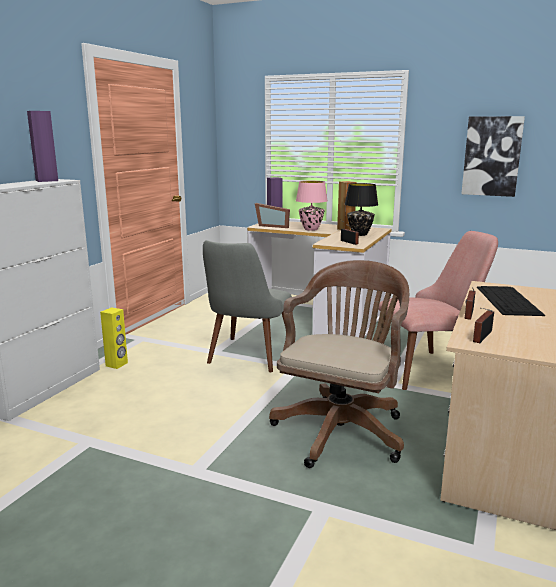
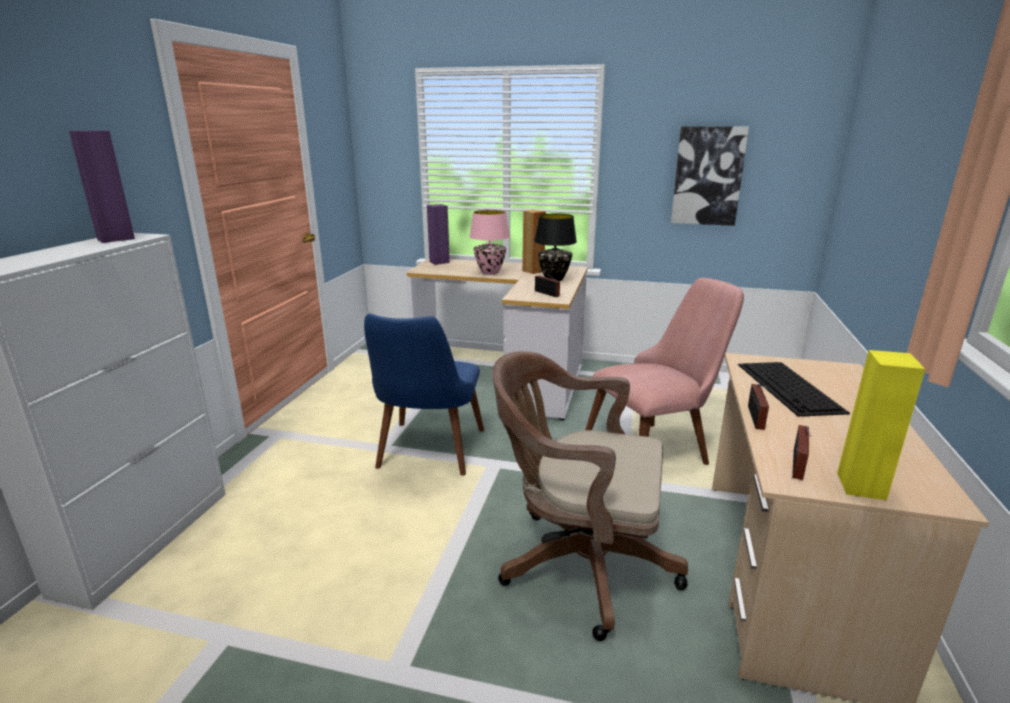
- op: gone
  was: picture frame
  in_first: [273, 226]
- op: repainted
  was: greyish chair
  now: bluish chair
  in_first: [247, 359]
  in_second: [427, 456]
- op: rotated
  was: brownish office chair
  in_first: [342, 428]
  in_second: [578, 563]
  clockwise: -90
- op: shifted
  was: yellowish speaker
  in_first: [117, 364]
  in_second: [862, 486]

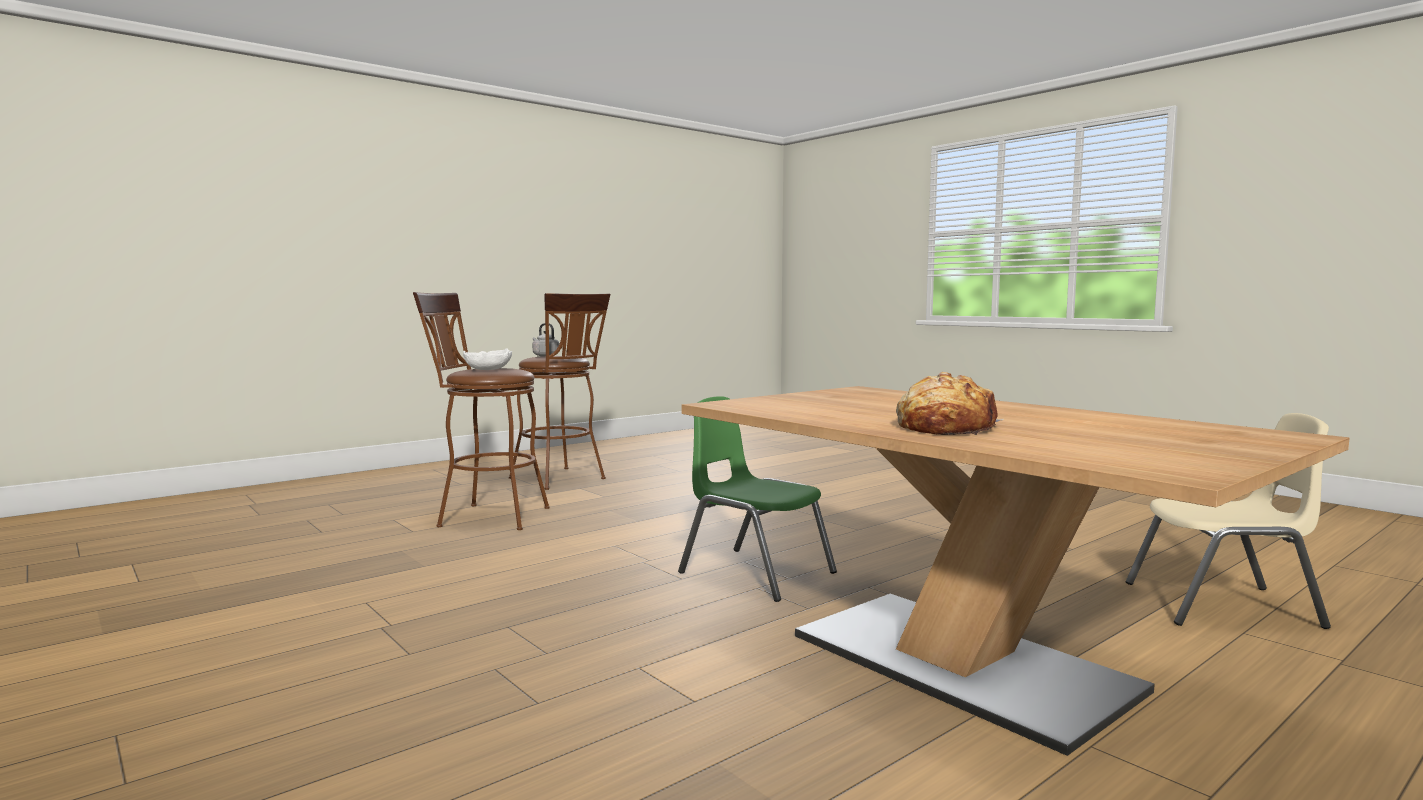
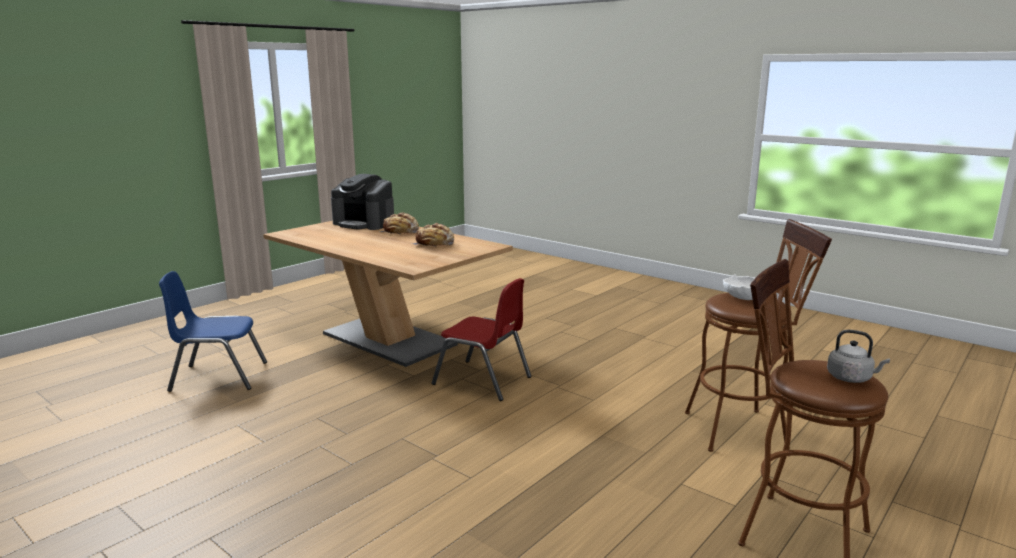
- op: repainted
  was: green chair
  now: red chair
  in_first: [755, 573]
  in_second: [482, 381]
- op: repainted
  was: beige-coloured chair
  now: bluish chair
  in_first: [1223, 606]
  in_second: [218, 377]
- op: new
  now: coffee maker
  in_second: [364, 223]
- op: new
  now: bread
  in_second: [435, 244]

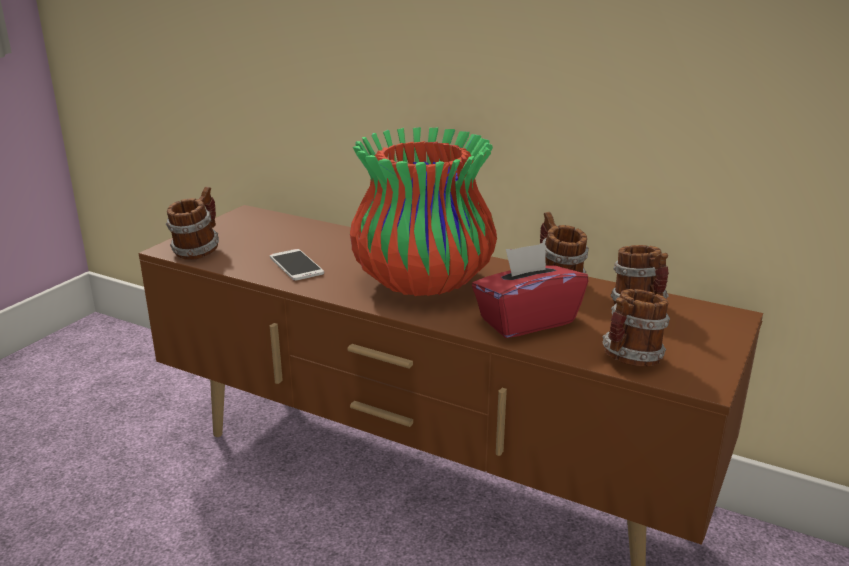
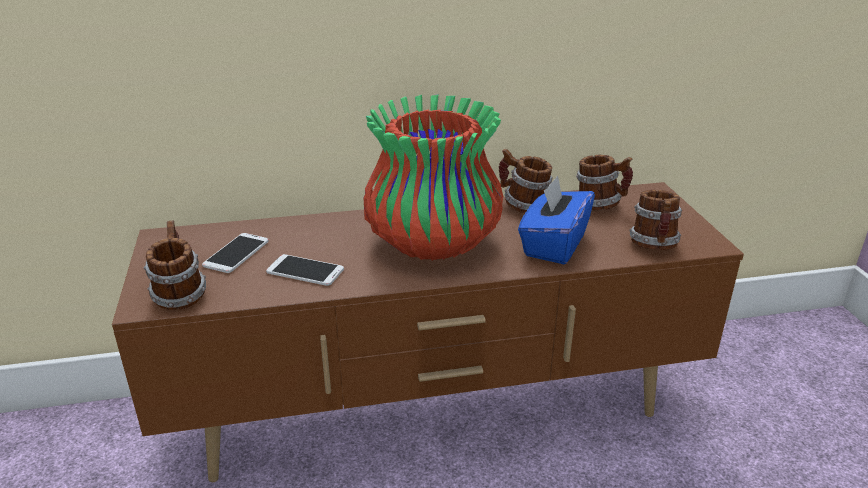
- op: repainted
  was: red tissue box
  now: bluish tissue box
  in_first: [526, 321]
  in_second: [553, 245]
- op: new
  now: handset
  in_second: [236, 253]

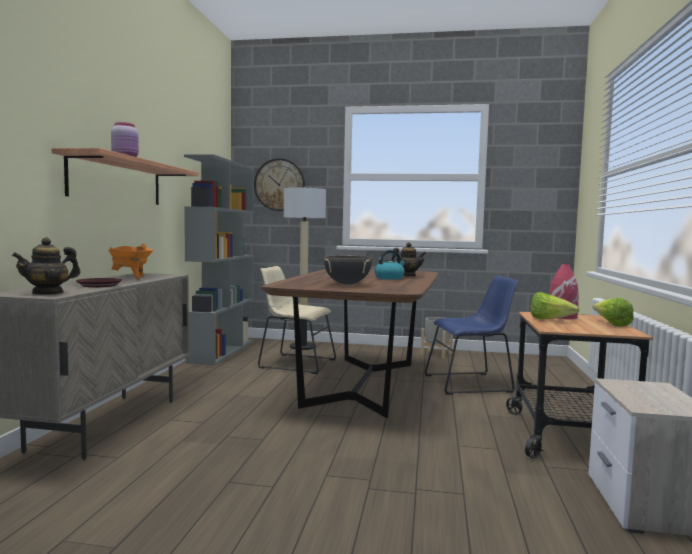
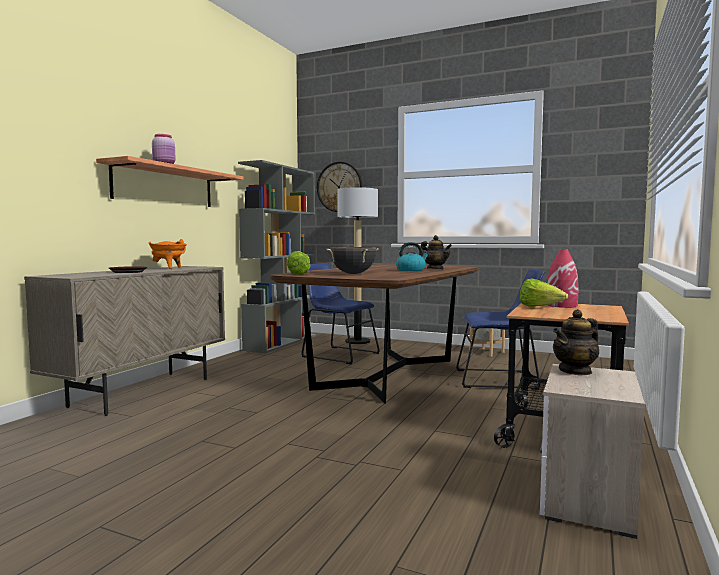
- op: shifted
  was: pot for tea
  in_first: [48, 293]
  in_second: [575, 371]
- op: repainted
  was: beige-coloured chair
  now: bluish chair
  in_first: [294, 363]
  in_second: [338, 354]
- op: shifted
  was: lettuce head
  in_first: [611, 324]
  in_second: [300, 274]

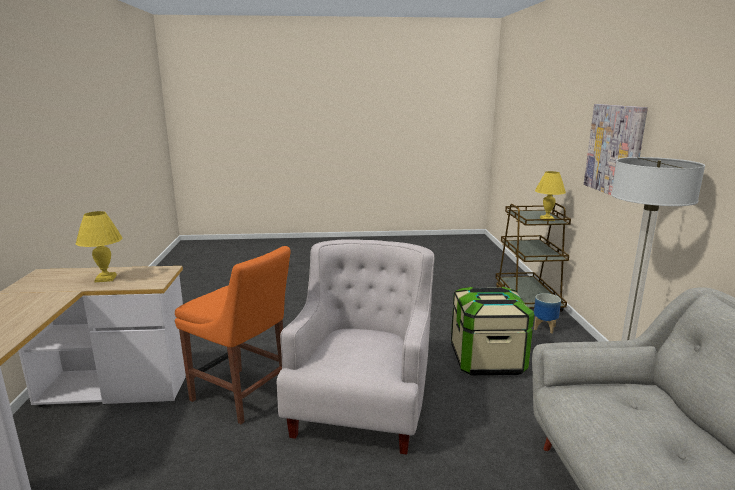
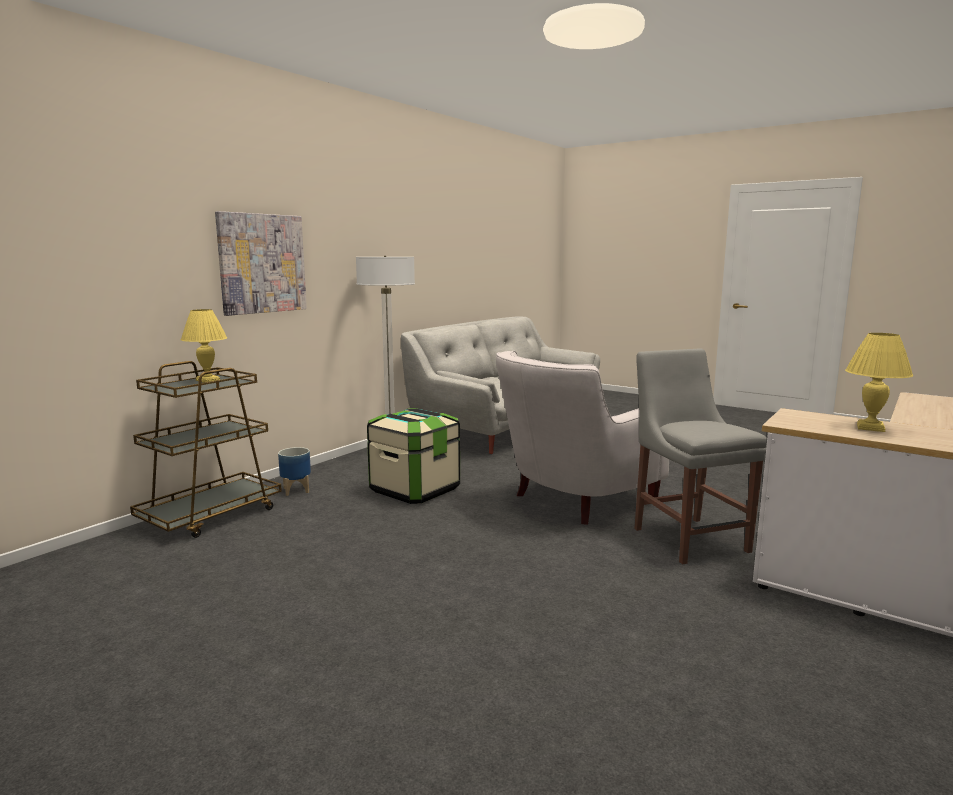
- op: repainted
  was: orange chair
  now: greyish chair
  in_first: [243, 396]
  in_second: [687, 537]

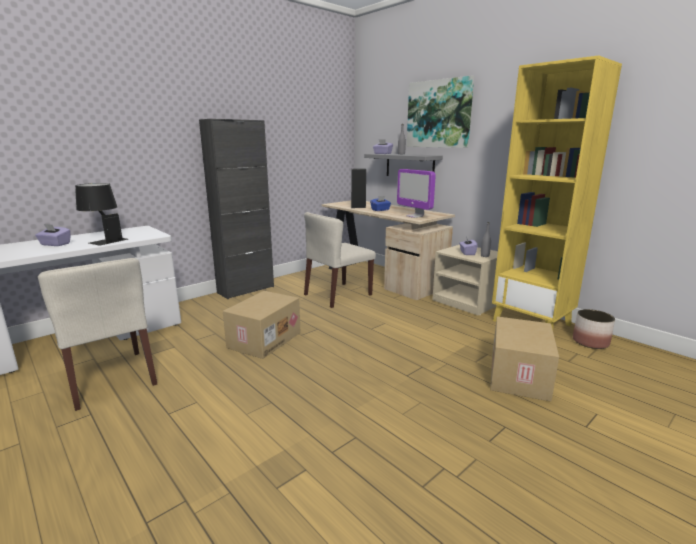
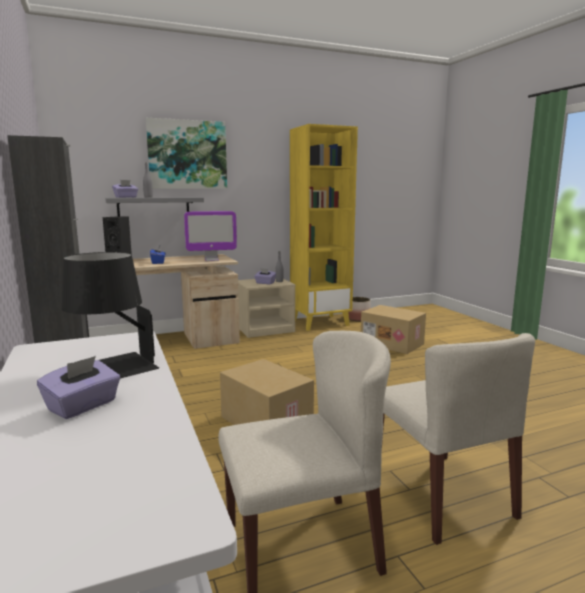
- op: shifted
  was: beige-coloured chair
  in_first: [337, 295]
  in_second: [442, 495]

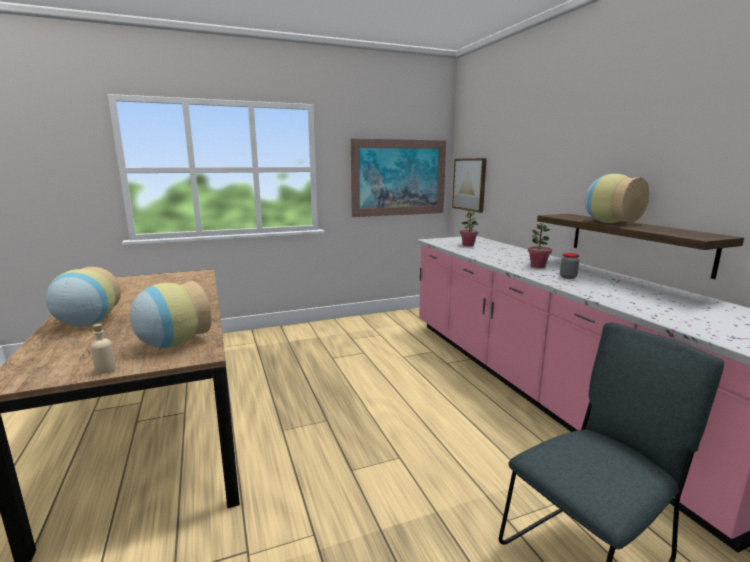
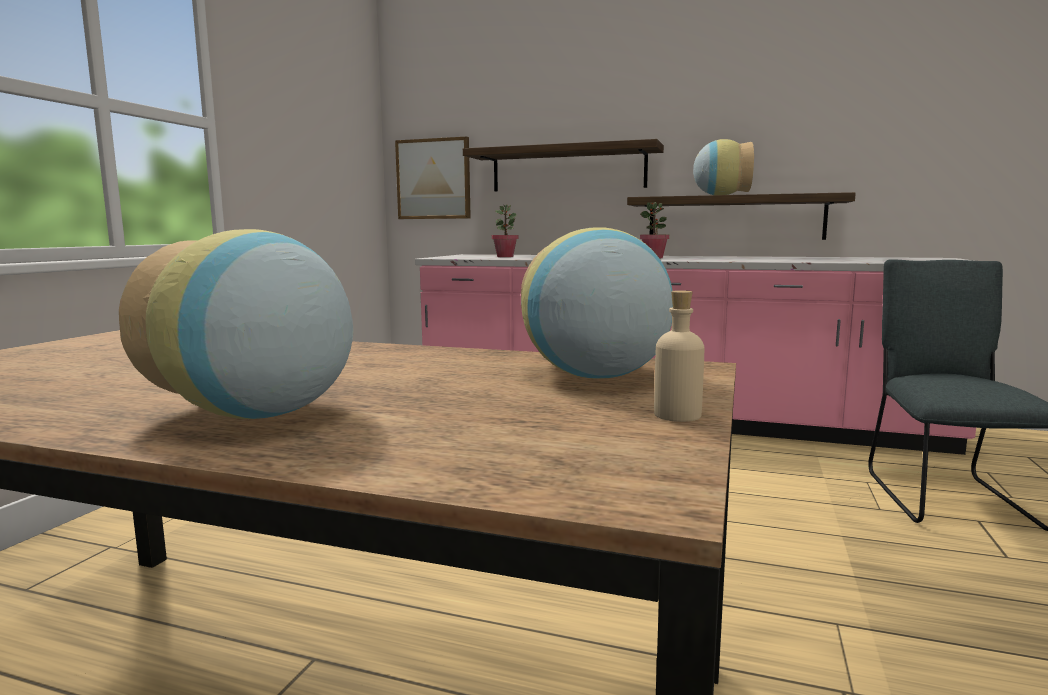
- op: gone
  was: wall art
  in_first: [399, 178]
- op: gone
  was: storage jar
  in_first: [568, 277]
- op: new
  now: bracket shelf
  in_second: [568, 169]

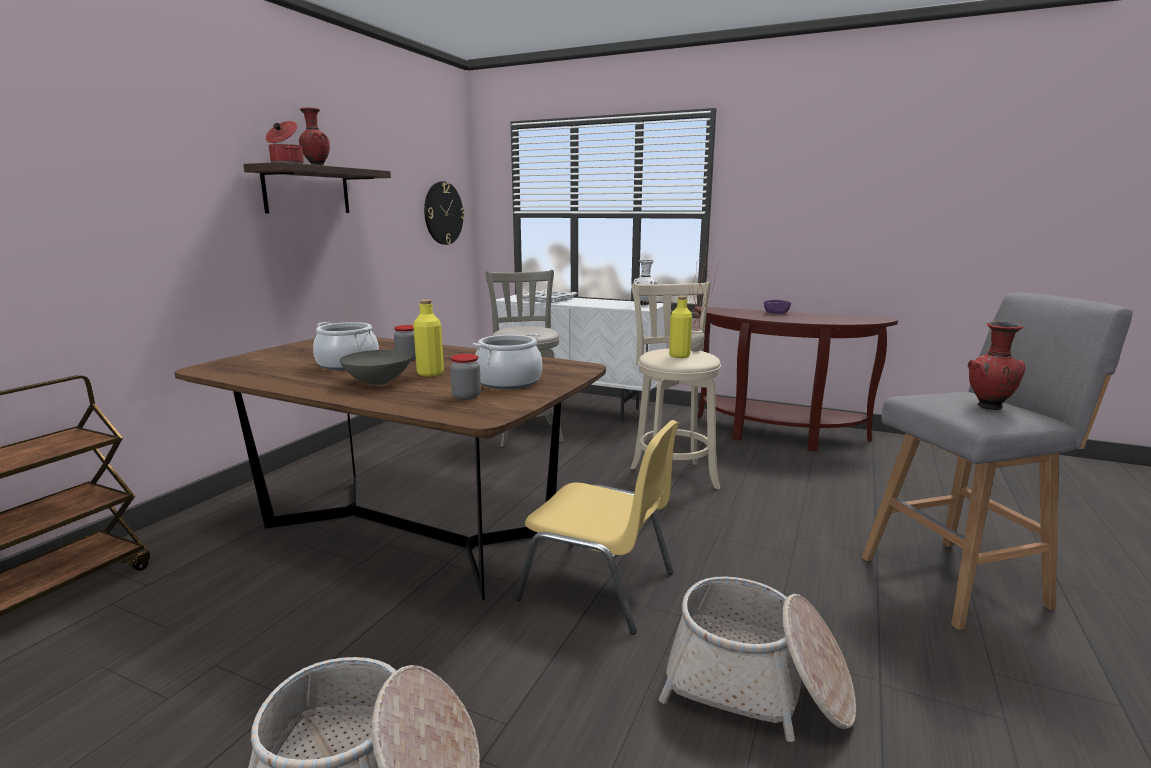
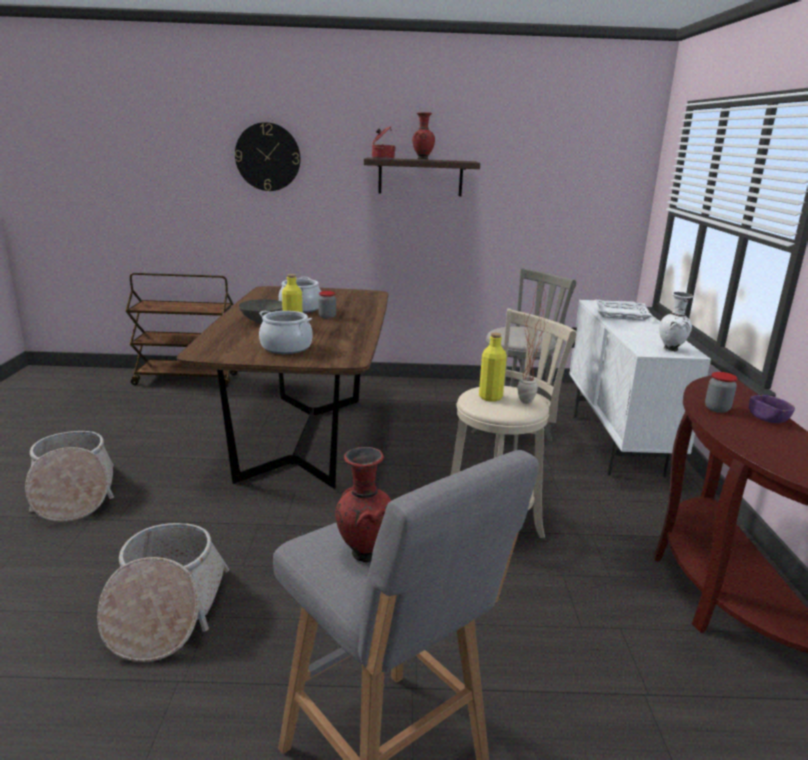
- op: shifted
  was: clock on the wall
  in_first: [443, 213]
  in_second: [268, 157]
- op: shifted
  was: storage jar
  in_first: [466, 396]
  in_second: [717, 409]
- op: gone
  was: yellowish chair
  in_first: [600, 586]

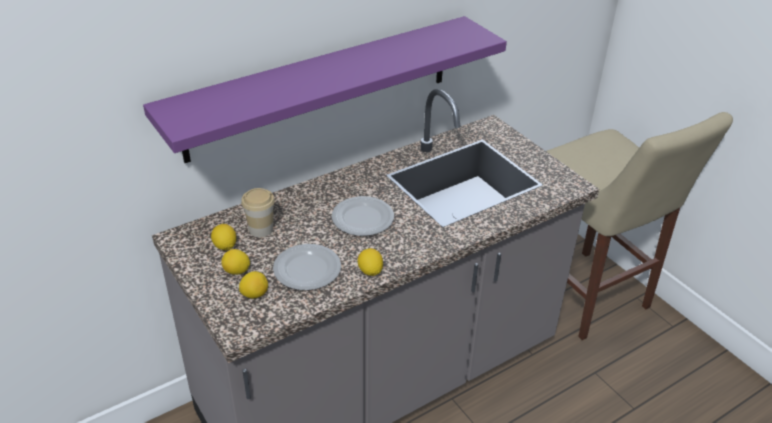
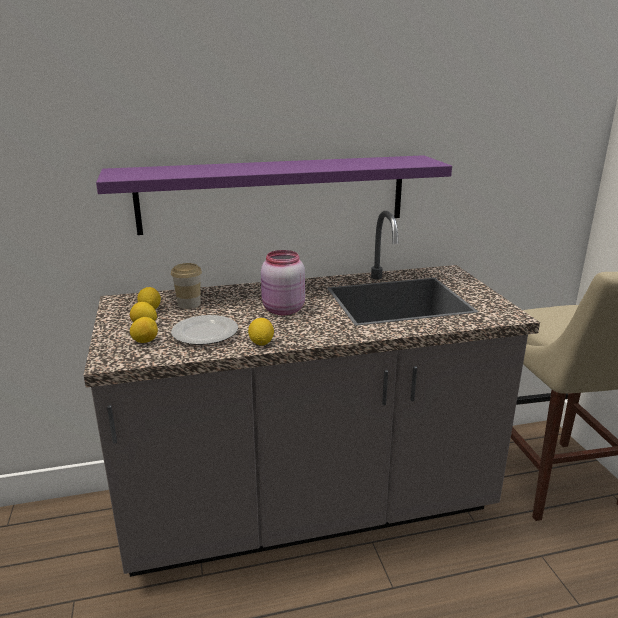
- op: swapped
  was: plate
  now: pinkish storage jar
  in_first: [362, 219]
  in_second: [282, 310]

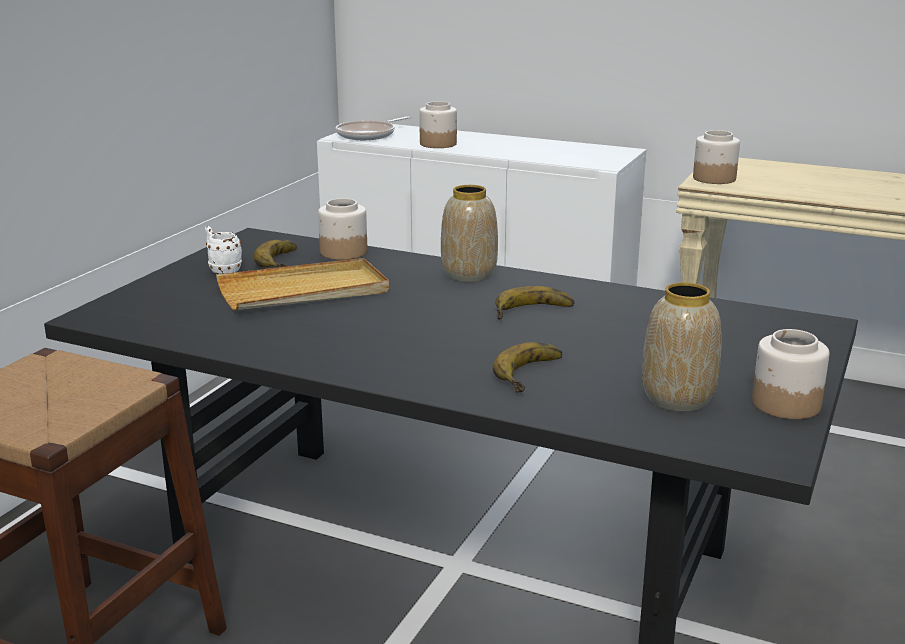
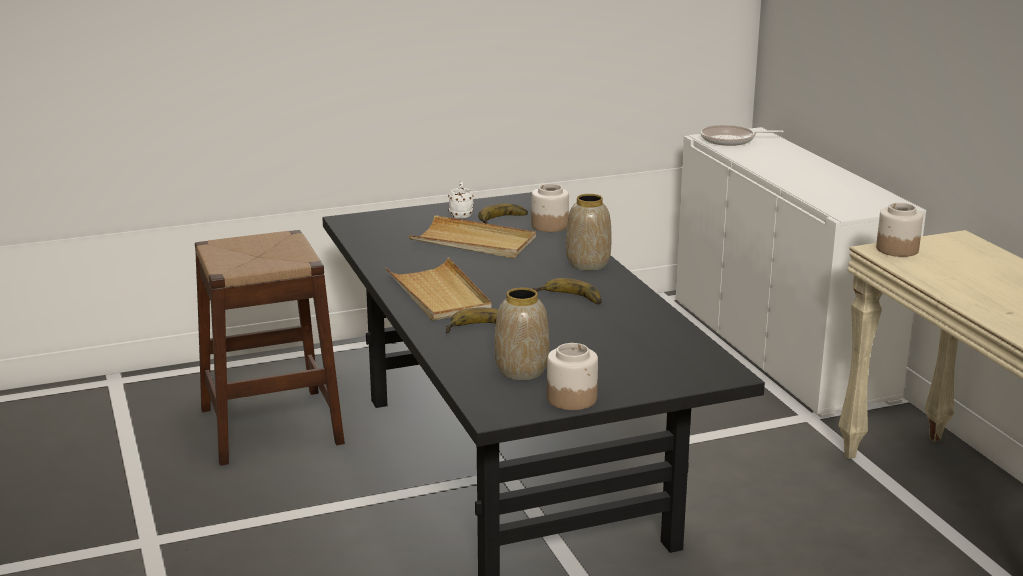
- op: gone
  was: storage jar
  in_first: [438, 144]
- op: new
  now: beige-coloured tray
  in_second: [439, 294]

